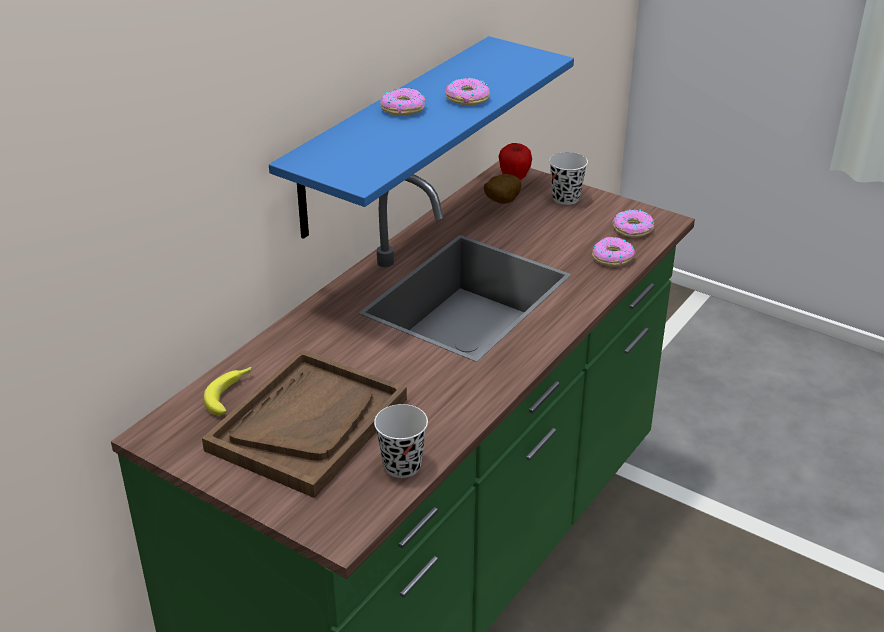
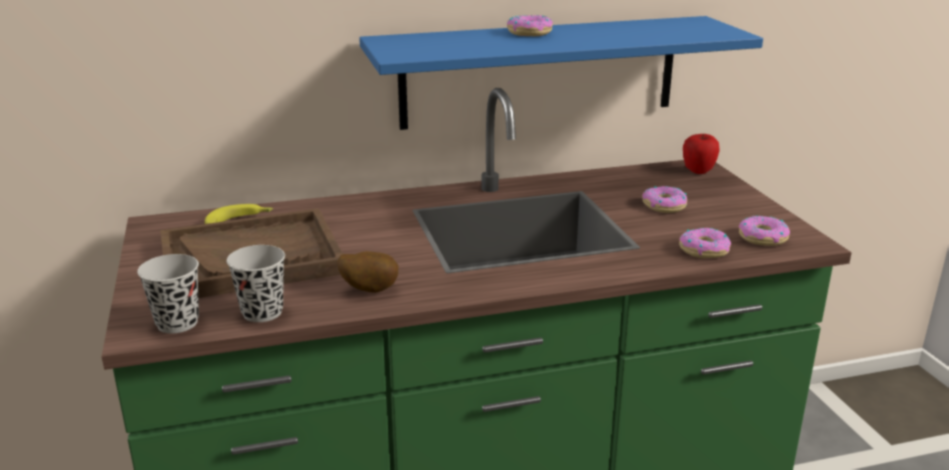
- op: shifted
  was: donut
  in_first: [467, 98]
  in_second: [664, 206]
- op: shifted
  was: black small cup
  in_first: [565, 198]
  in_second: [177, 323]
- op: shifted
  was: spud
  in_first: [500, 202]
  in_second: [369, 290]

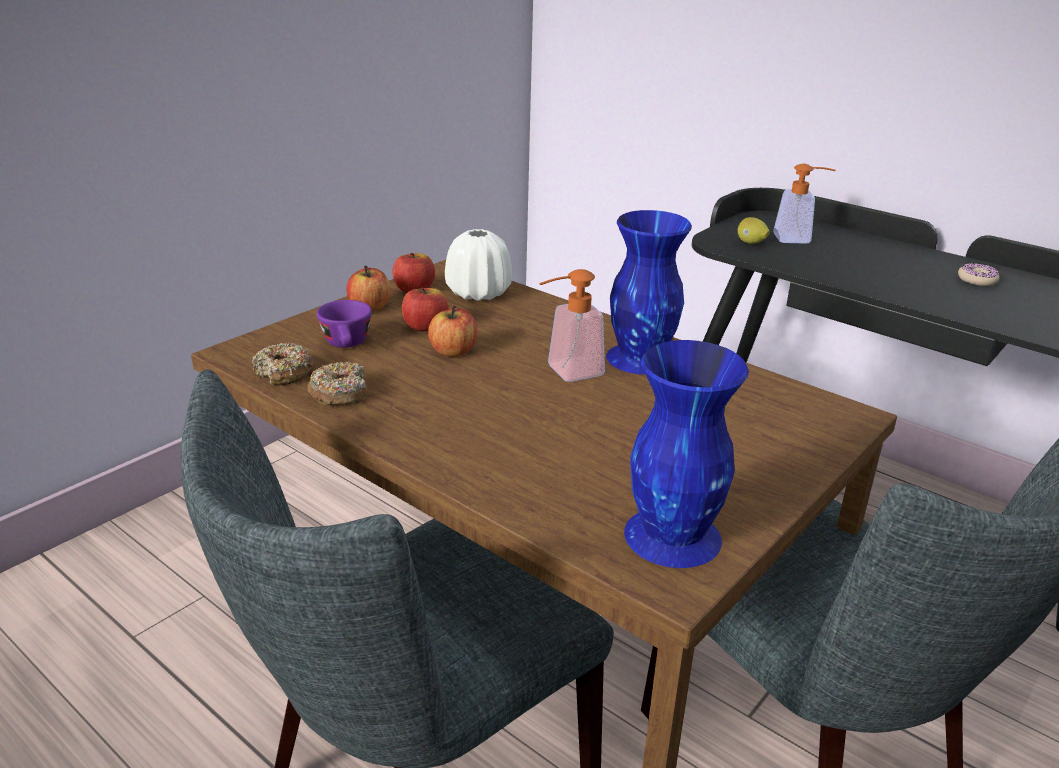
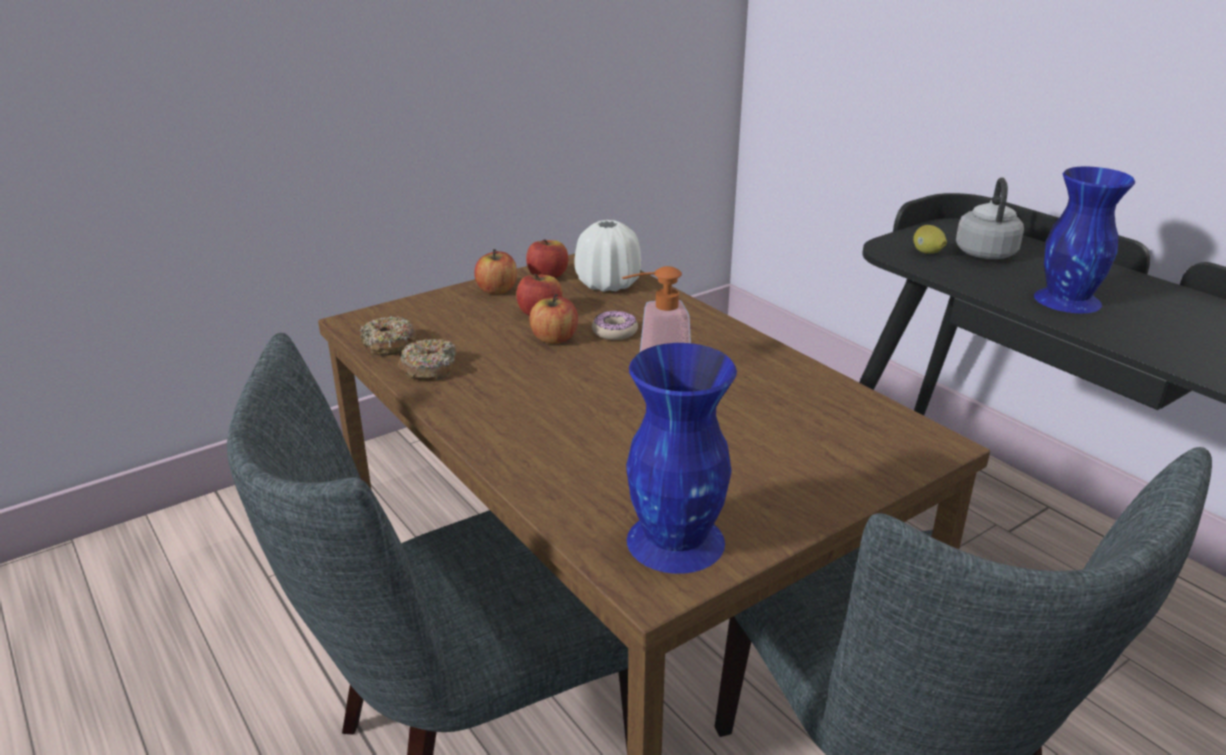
- op: swapped
  was: soap dispenser
  now: greyish water kettle
  in_first: [798, 239]
  in_second: [985, 252]
- op: shifted
  was: bluish vase
  in_first: [641, 357]
  in_second: [1067, 299]
- op: shifted
  was: donut
  in_first: [977, 280]
  in_second: [615, 331]
- op: gone
  was: purple-coloured small cup
  in_first: [347, 345]

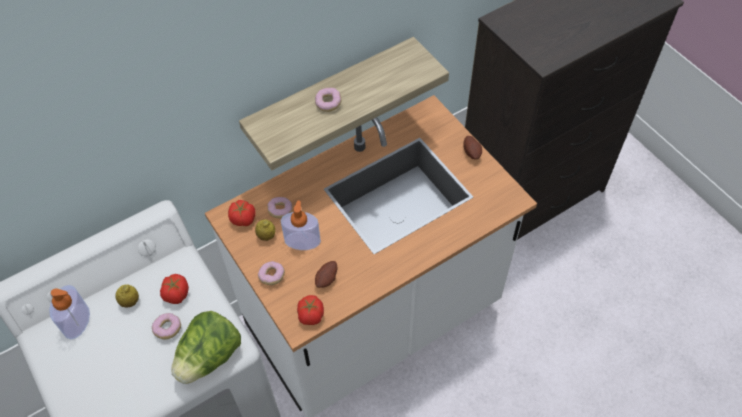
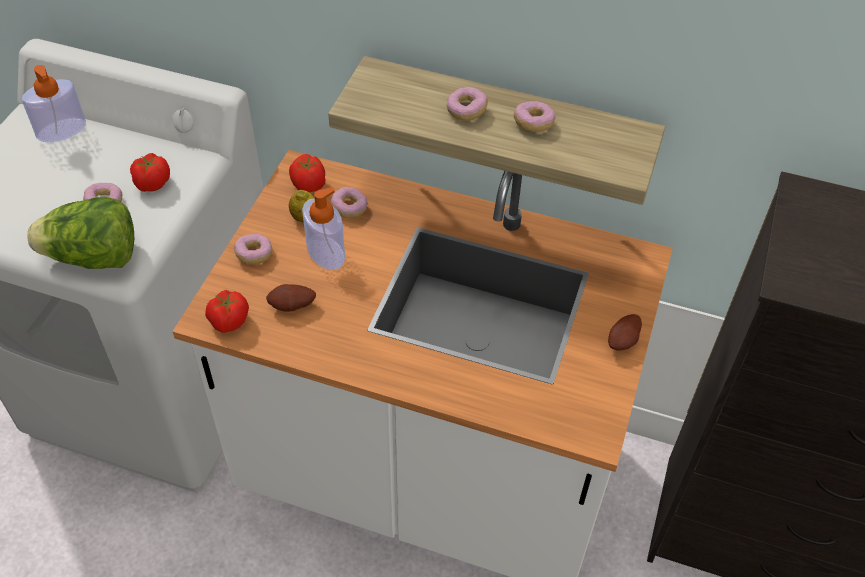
- op: gone
  was: whole lemon
  in_first: [130, 301]
- op: new
  now: donut
  in_second: [533, 123]

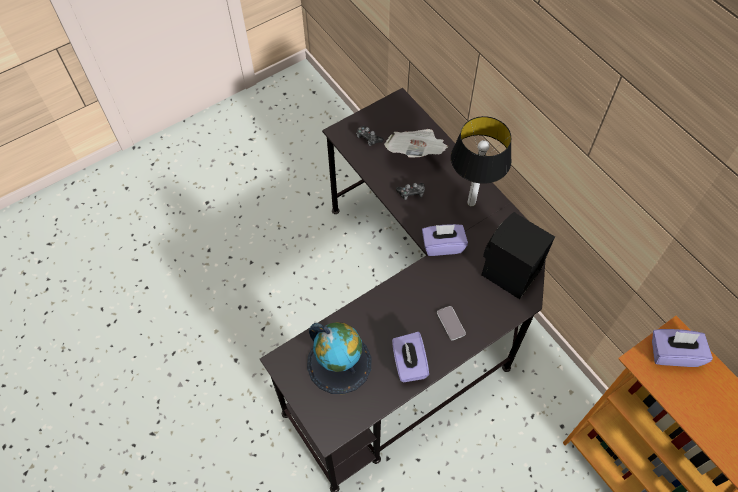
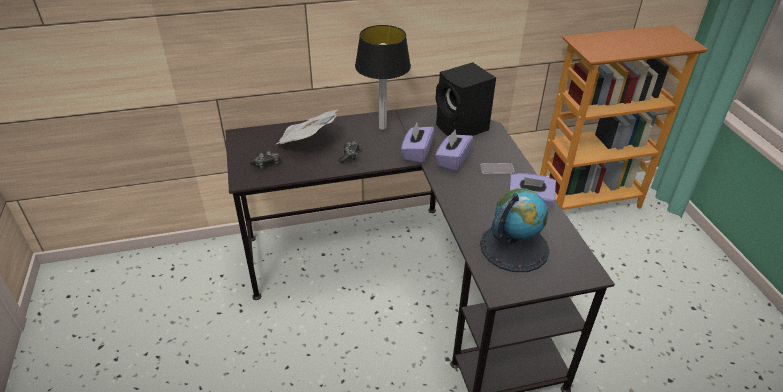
- op: shifted
  was: purple-coloured tissue box
  in_first: [673, 353]
  in_second: [452, 161]

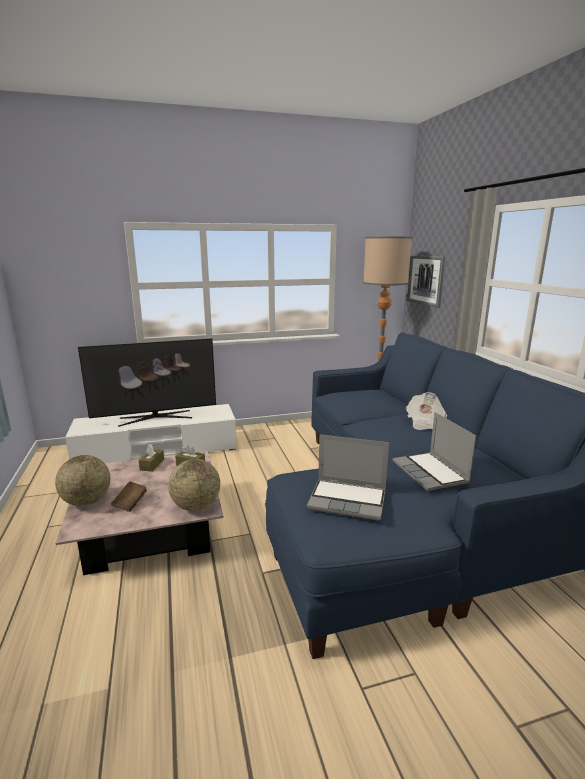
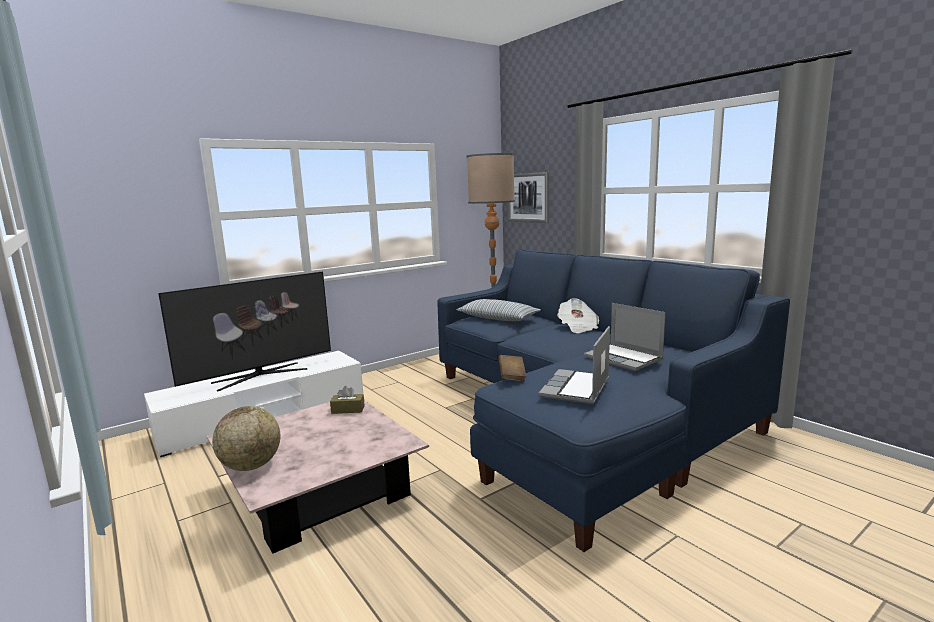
- op: rotated
  was: laptop
  in_first: [348, 500]
  in_second: [576, 389]
  clockwise: 120
- op: gone
  was: brownish tissue box
  in_first: [152, 465]
- op: gone
  was: desk globe
  in_first: [196, 506]
- op: shifted
  was: brownish book
  in_first: [130, 503]
  in_second: [512, 376]
- op: new
  now: pillow
  in_second: [498, 318]

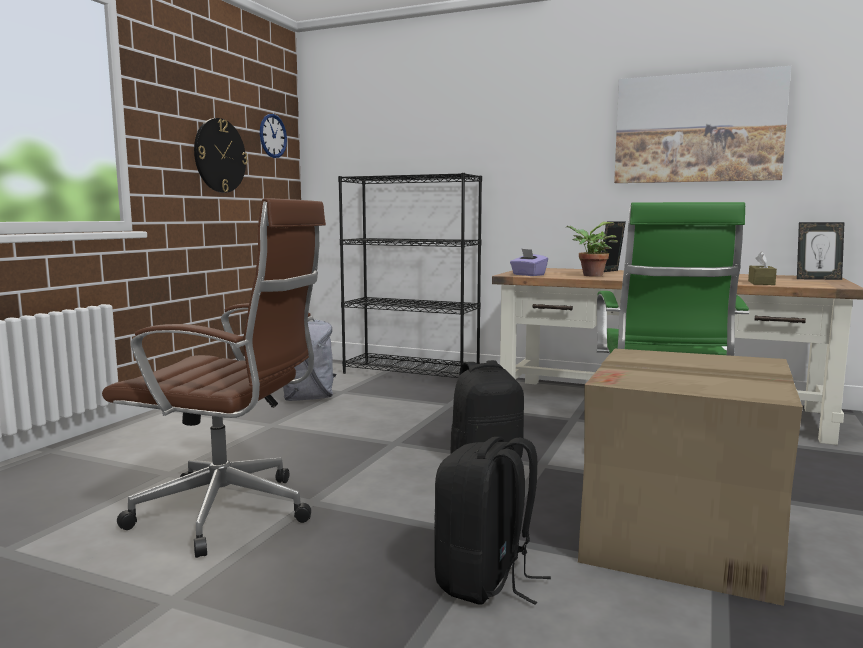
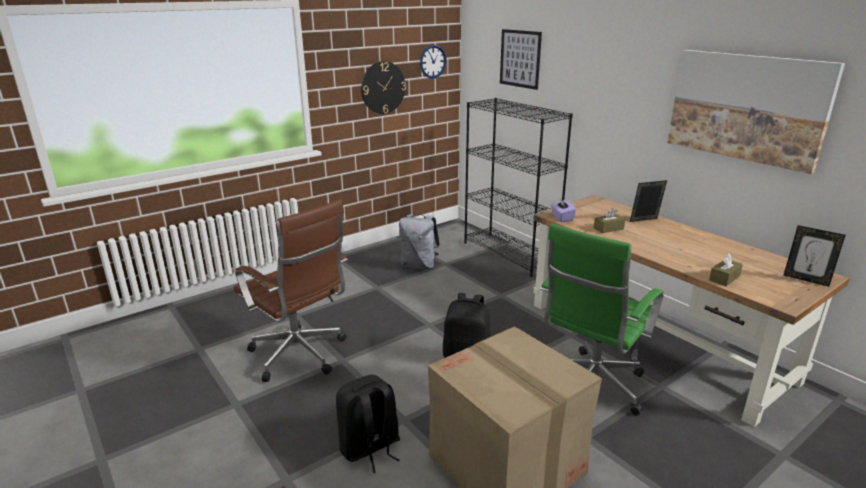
- op: swapped
  was: plant in a pot
  now: brownish tissue box
  in_first: [590, 275]
  in_second: [608, 228]
- op: new
  now: wall art
  in_second: [520, 58]

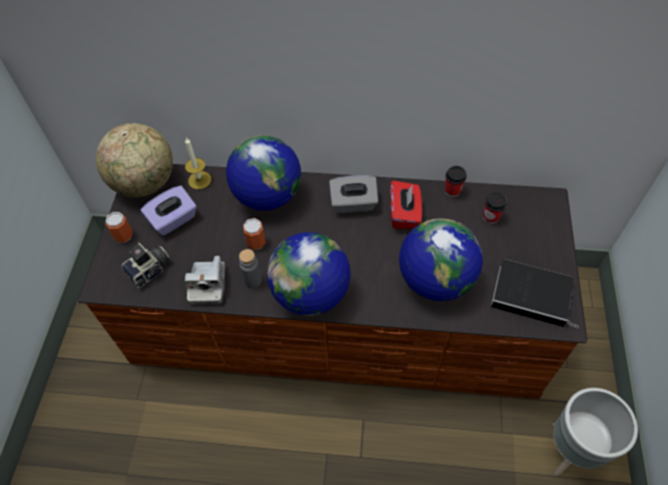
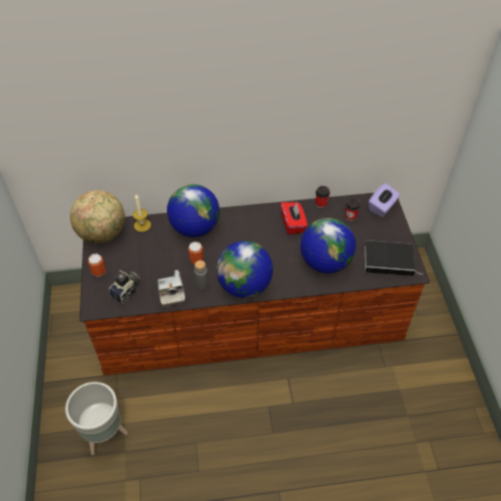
- op: gone
  was: greyish tissue box
  in_first: [353, 204]
- op: shifted
  was: purple-coloured tissue box
  in_first: [174, 220]
  in_second: [382, 207]
- op: shifted
  was: greyish planter
  in_first: [570, 450]
  in_second: [105, 434]

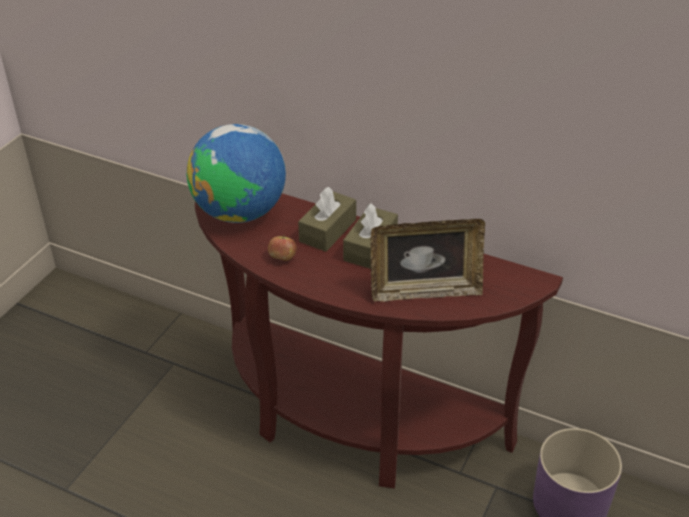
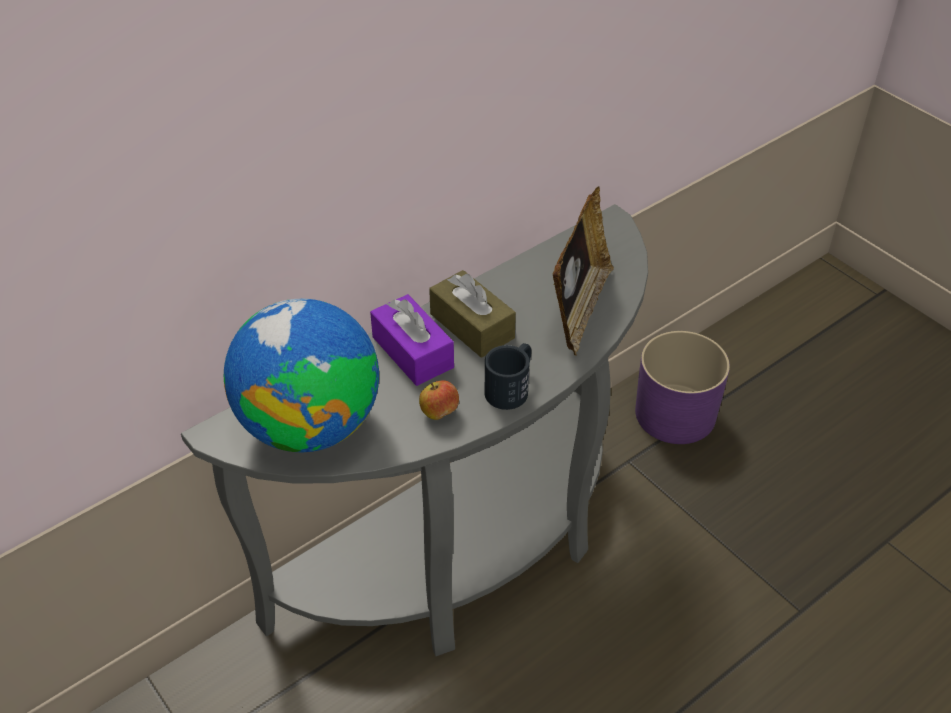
- op: repainted
  was: brownish tissue box
  now: purple-coloured tissue box
  in_first: [328, 230]
  in_second: [412, 352]
- op: repainted
  was: brownish narrow table
  now: greyish narrow table
  in_first: [349, 420]
  in_second: [467, 553]
- op: new
  now: black tea mug
  in_second: [511, 387]

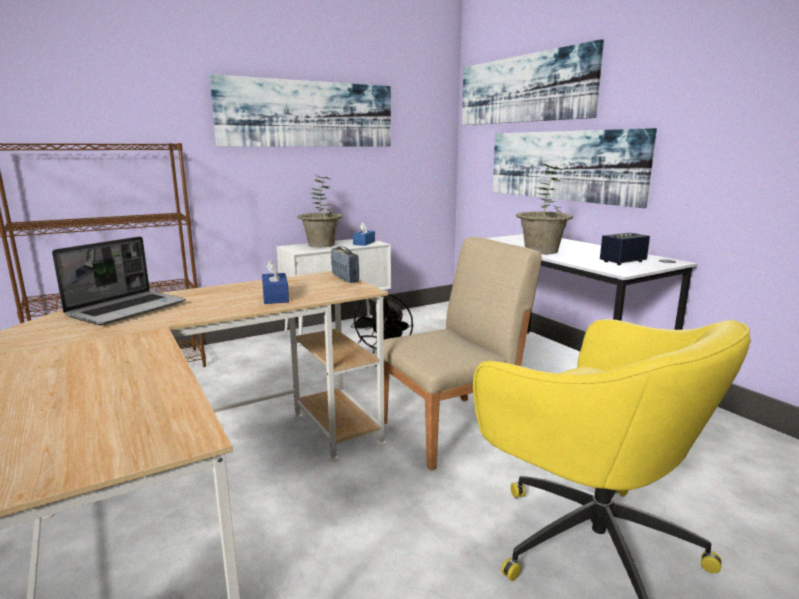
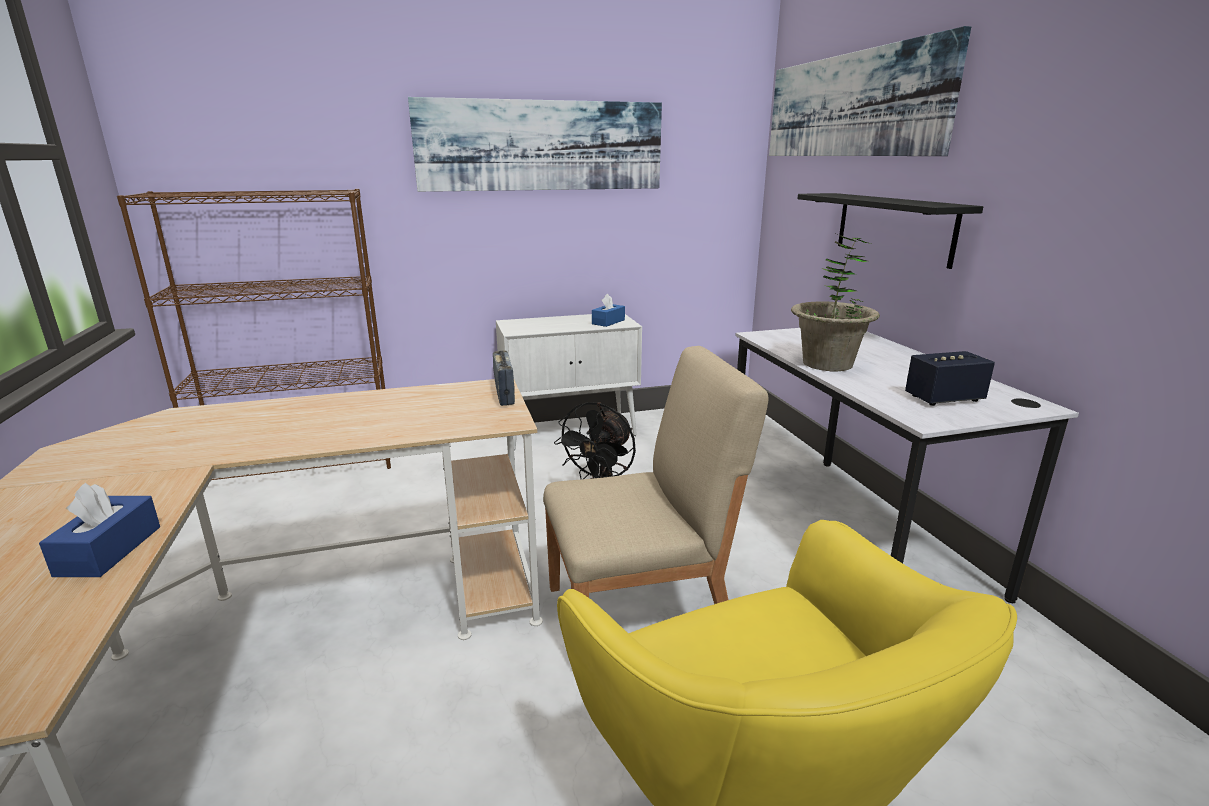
- op: swapped
  was: wall art
  now: black bracket shelf
  in_first: [562, 165]
  in_second: [893, 227]
- op: gone
  was: plant in a pot
  in_first: [321, 245]
- op: gone
  was: laptop
  in_first: [128, 309]
- op: shifted
  was: bluish tissue box
  in_first: [275, 297]
  in_second: [109, 550]

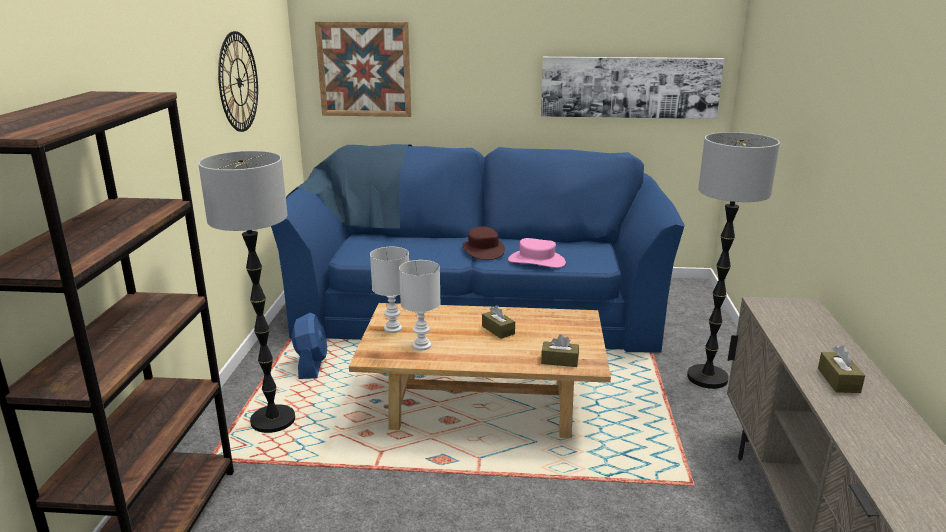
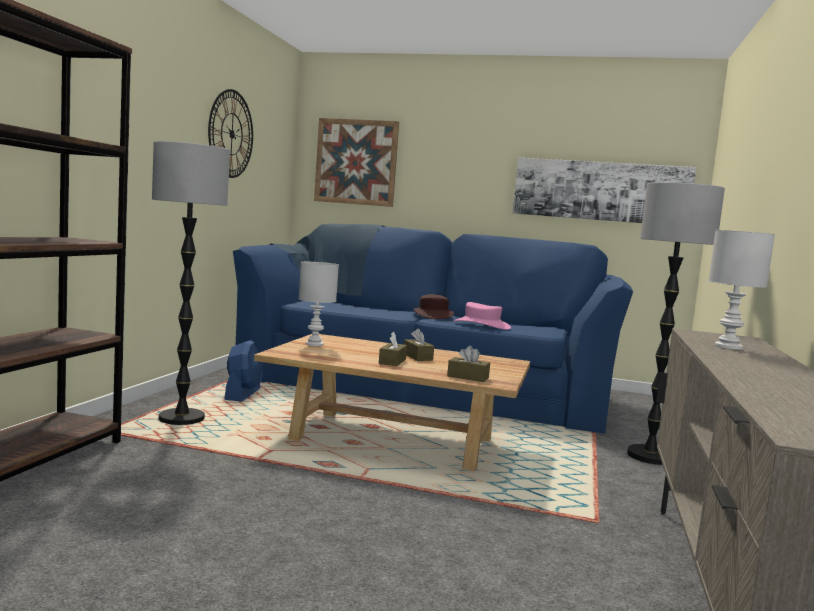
- op: shifted
  was: white-coloured tabletop lamp
  in_first: [421, 346]
  in_second: [728, 347]
- op: shifted
  was: brownish tissue box
  in_first: [838, 380]
  in_second: [392, 361]

